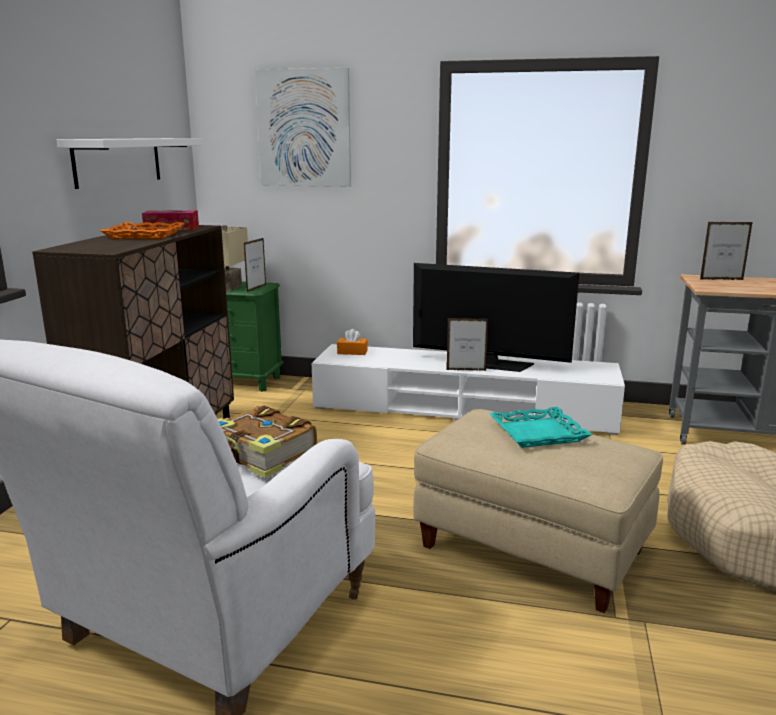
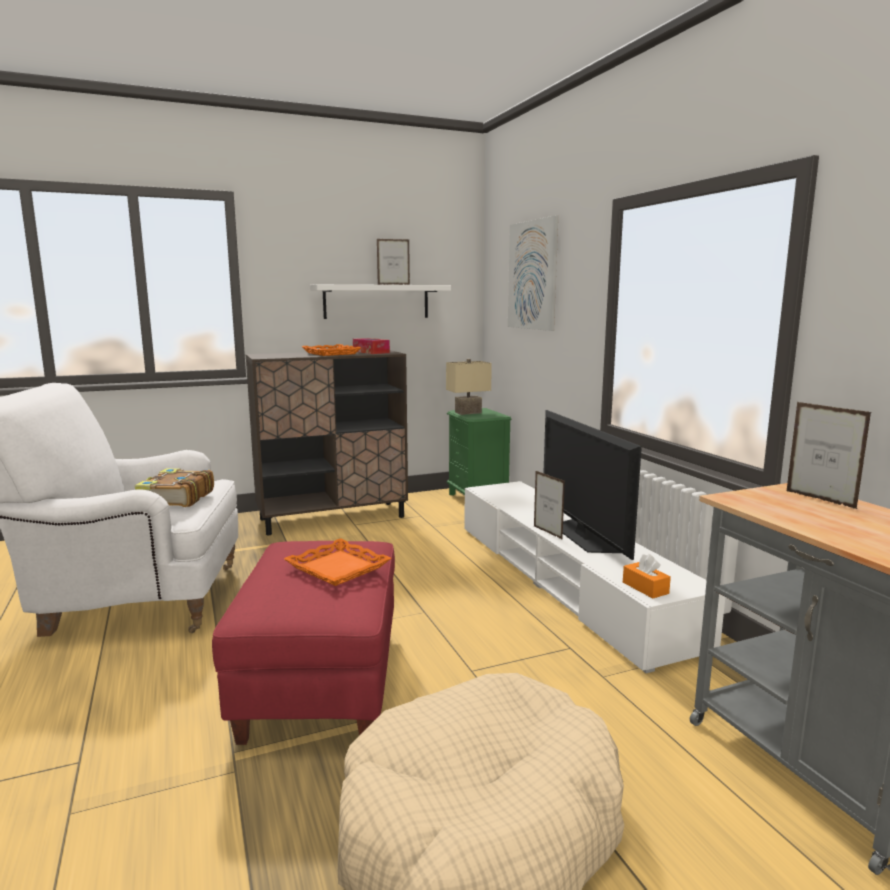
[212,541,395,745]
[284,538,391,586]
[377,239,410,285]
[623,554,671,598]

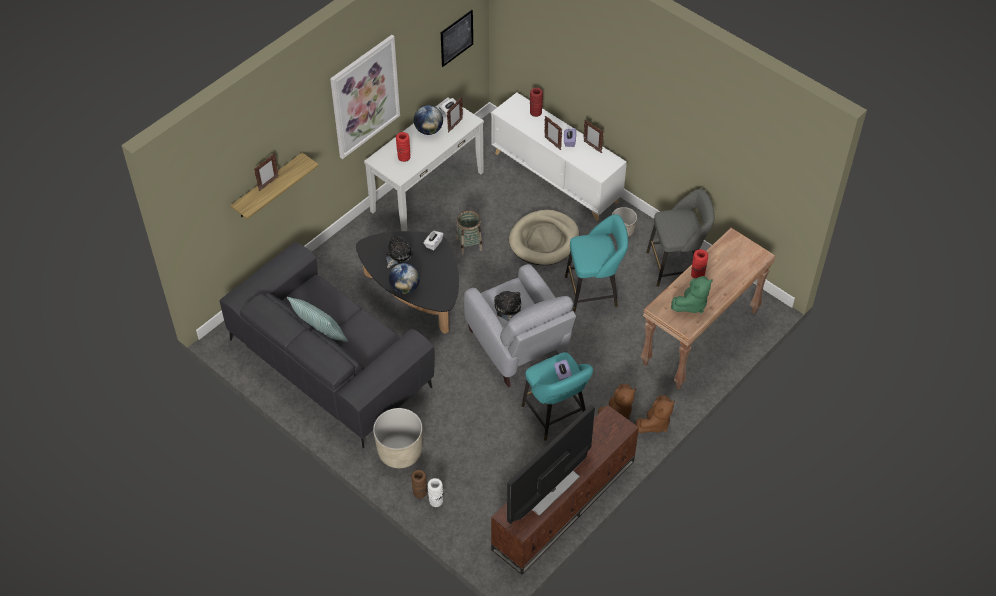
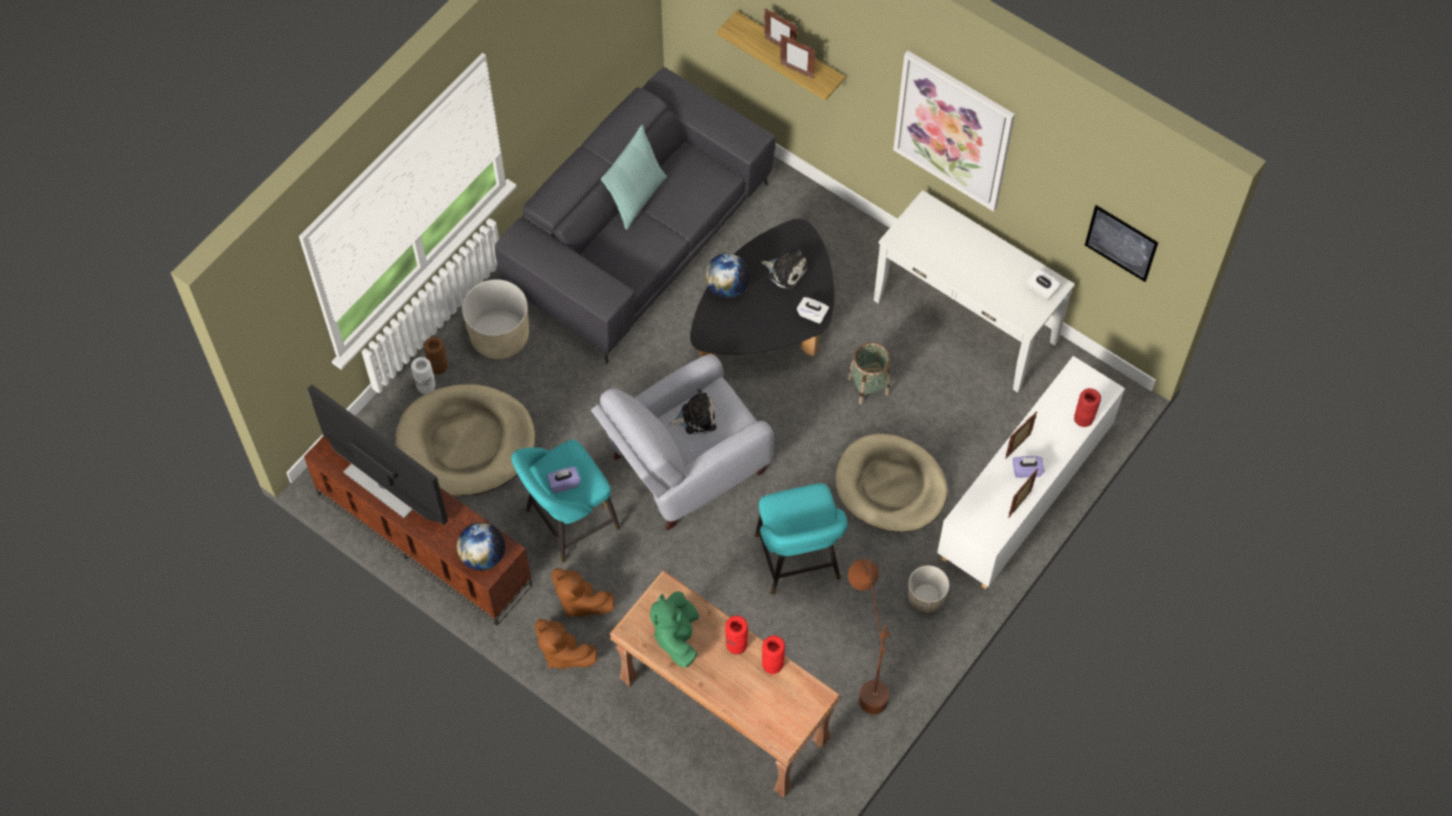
[396,384,536,496]
[457,522,505,571]
[650,591,699,667]
[762,635,785,674]
[780,34,815,79]
[848,559,891,714]

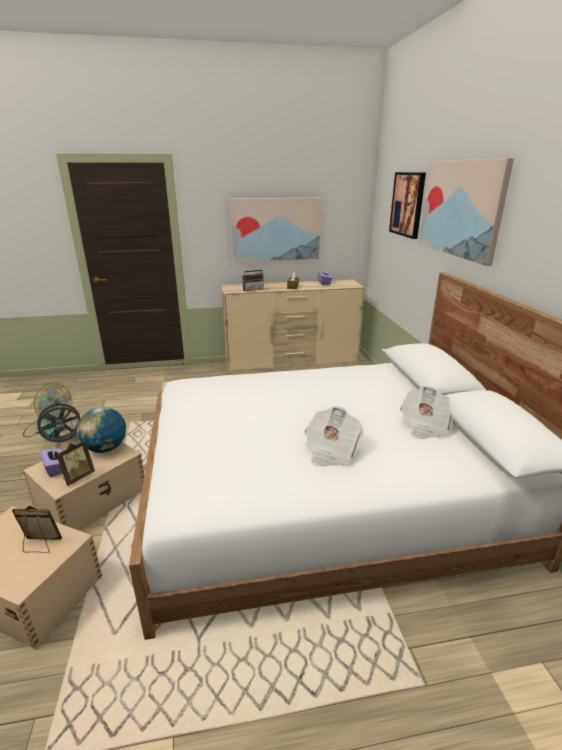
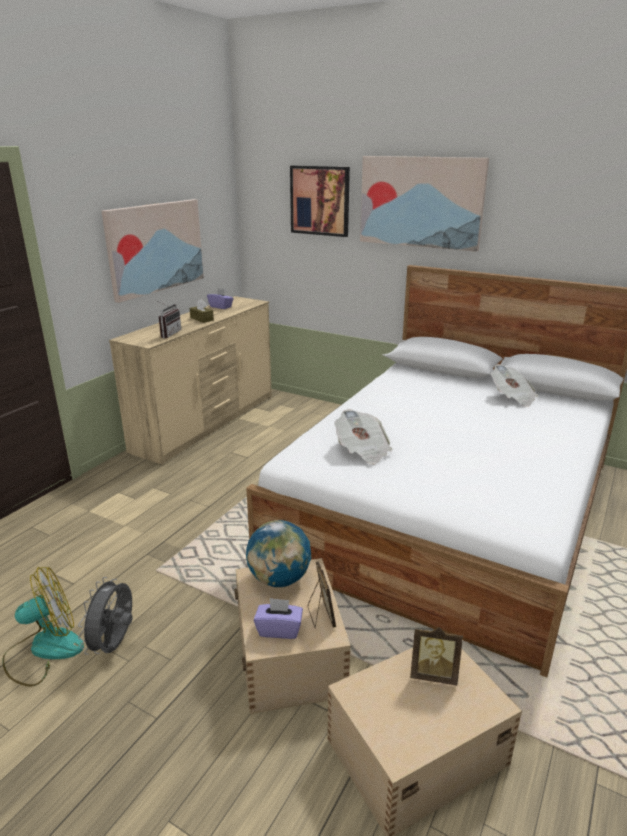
[334,409,393,465]
[410,627,463,685]

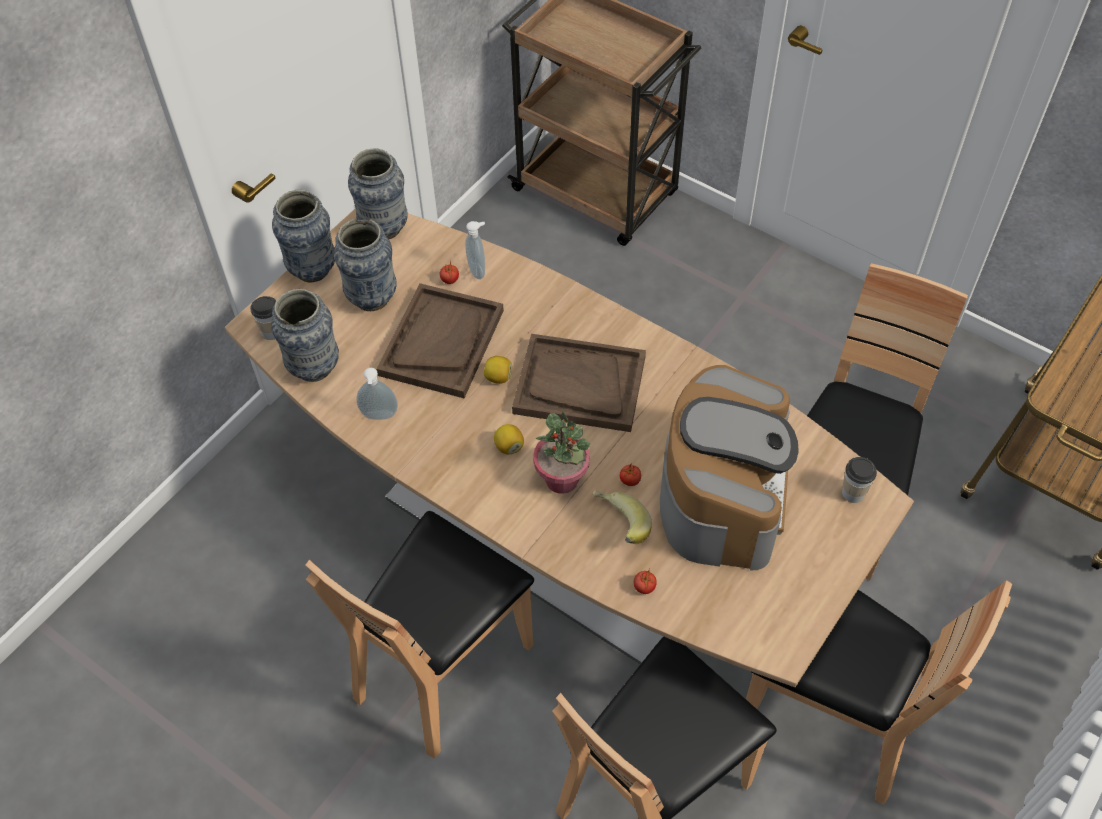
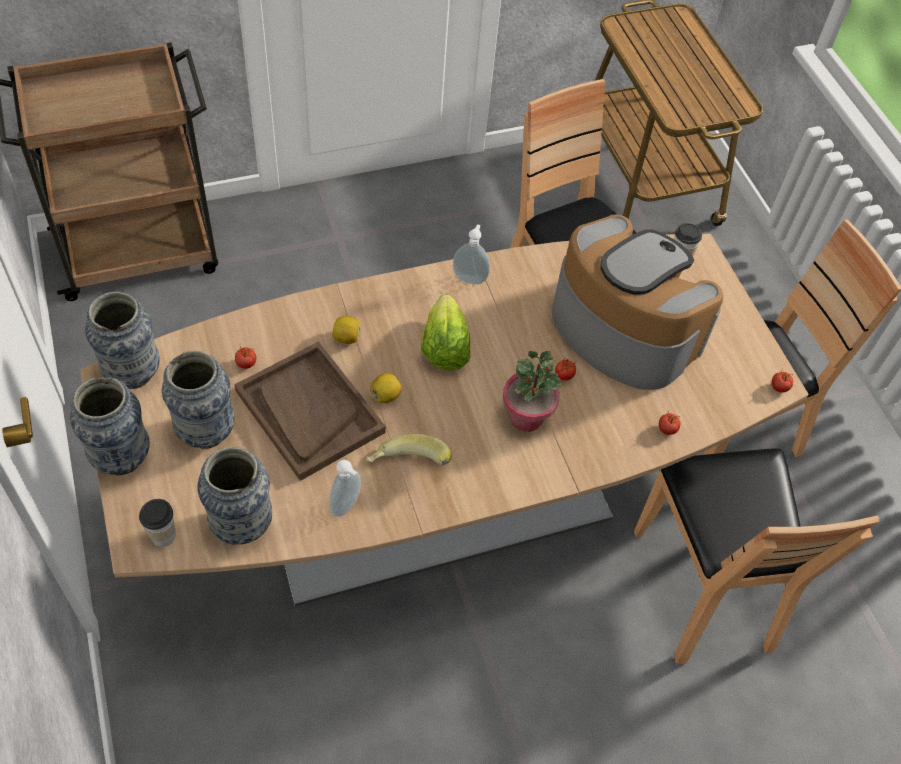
[332,316,361,344]
[366,434,452,466]
[421,295,470,370]
[453,224,490,285]
[772,371,793,393]
[305,511,534,759] (first image)

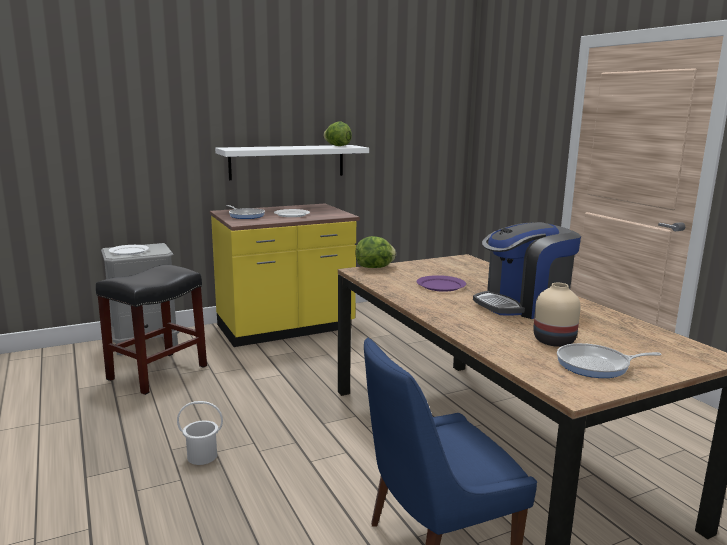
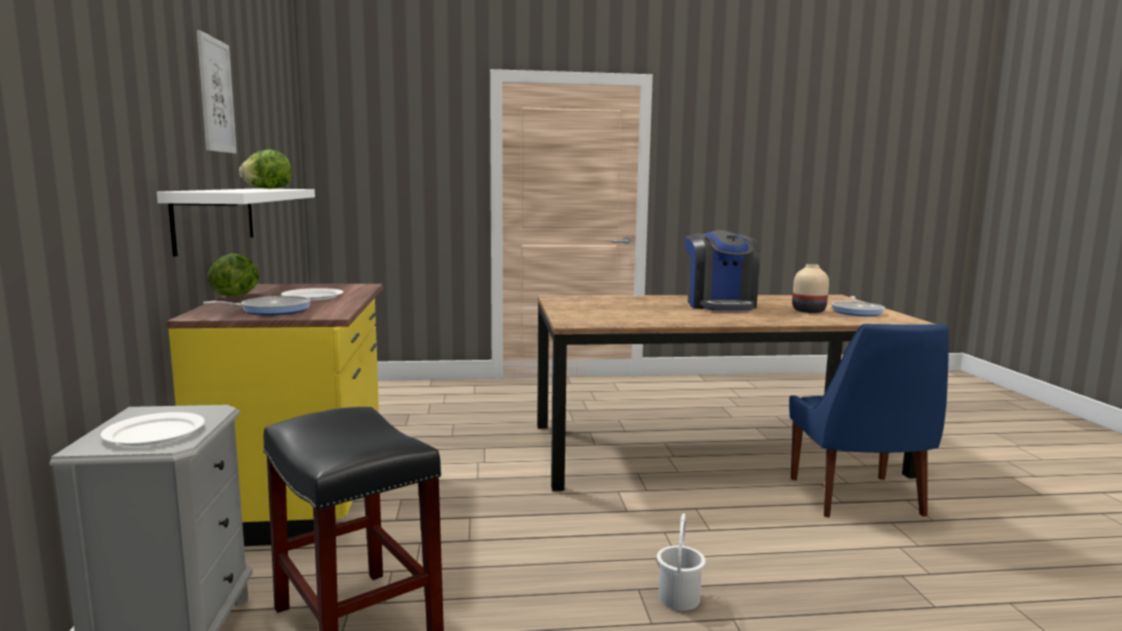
[197,30,237,153]
[207,253,259,297]
[416,275,466,292] (first image)

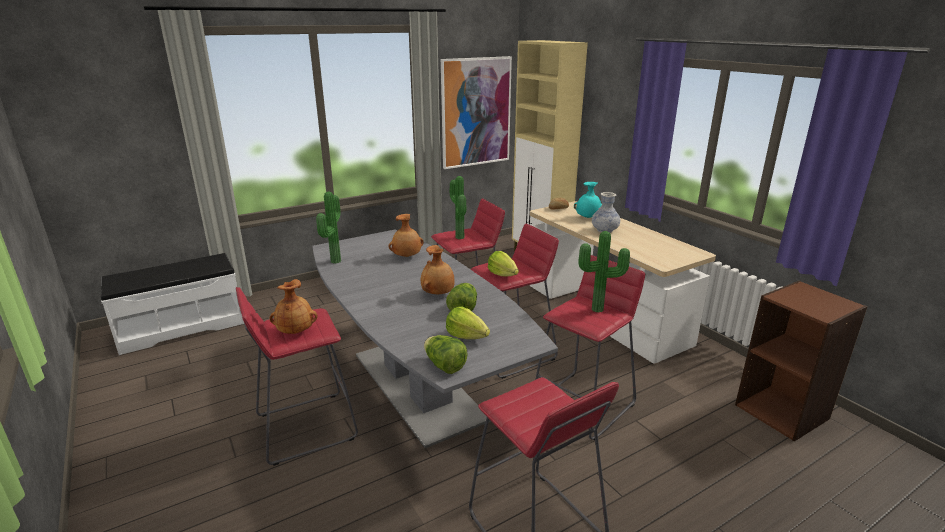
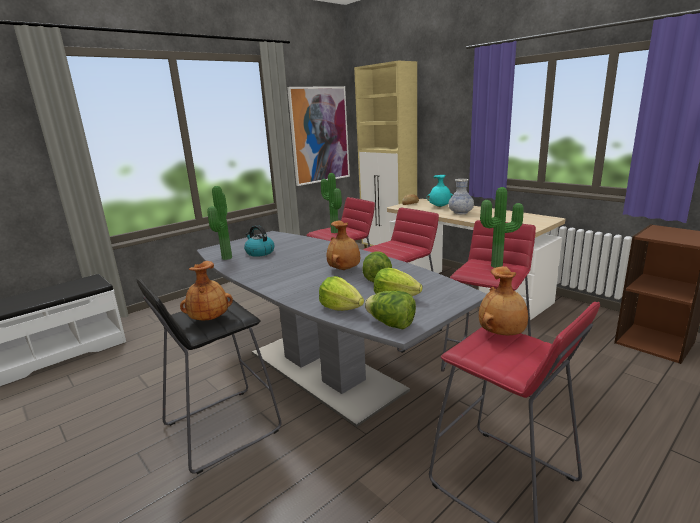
[136,279,281,474]
[244,225,274,257]
[319,276,364,311]
[479,266,528,335]

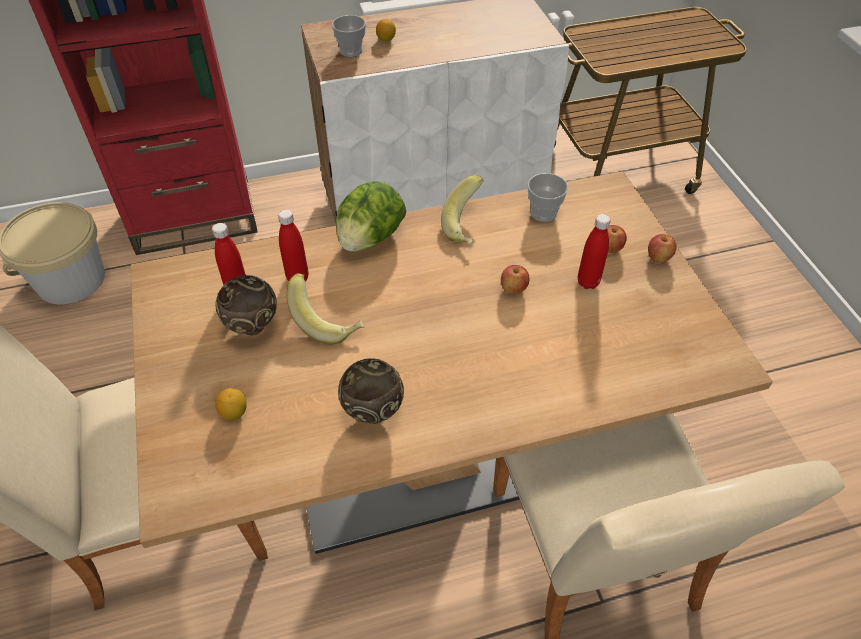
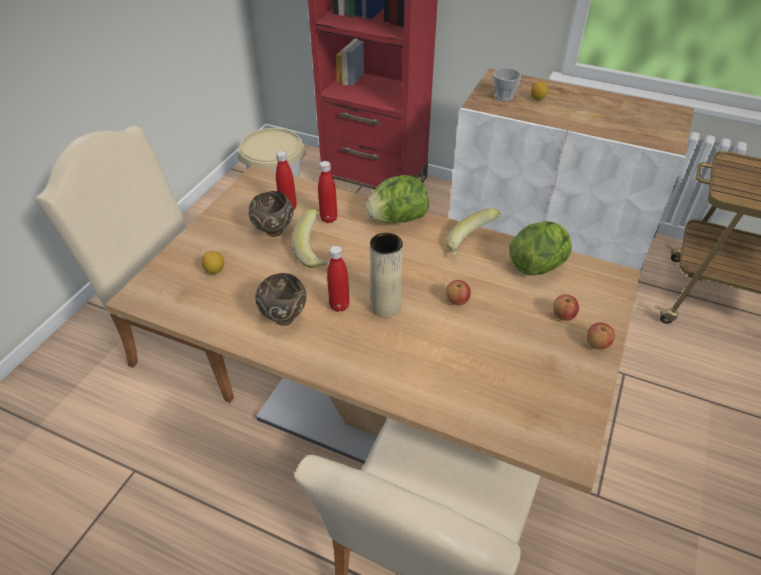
[327,246,349,312]
[370,233,403,317]
[509,221,572,275]

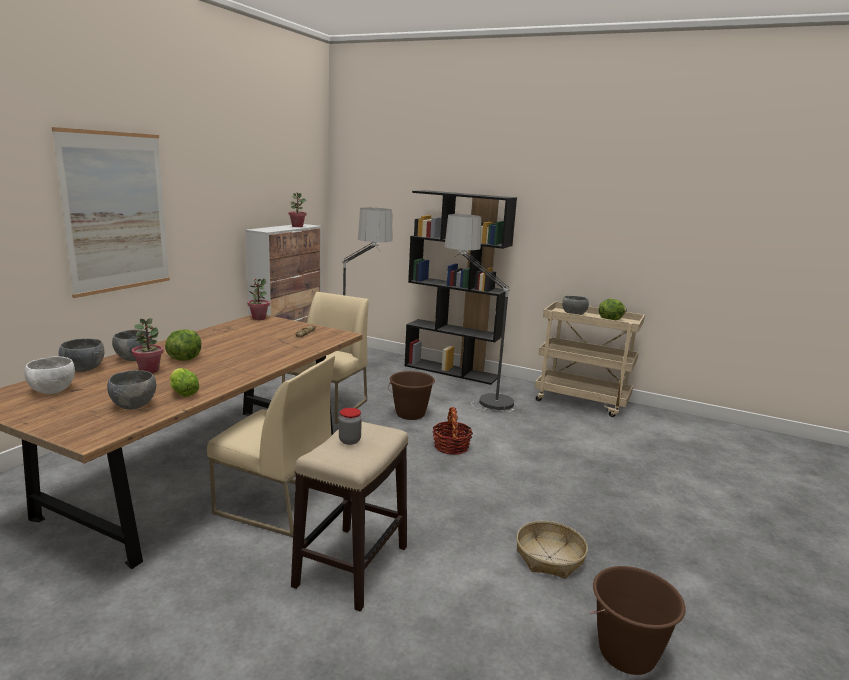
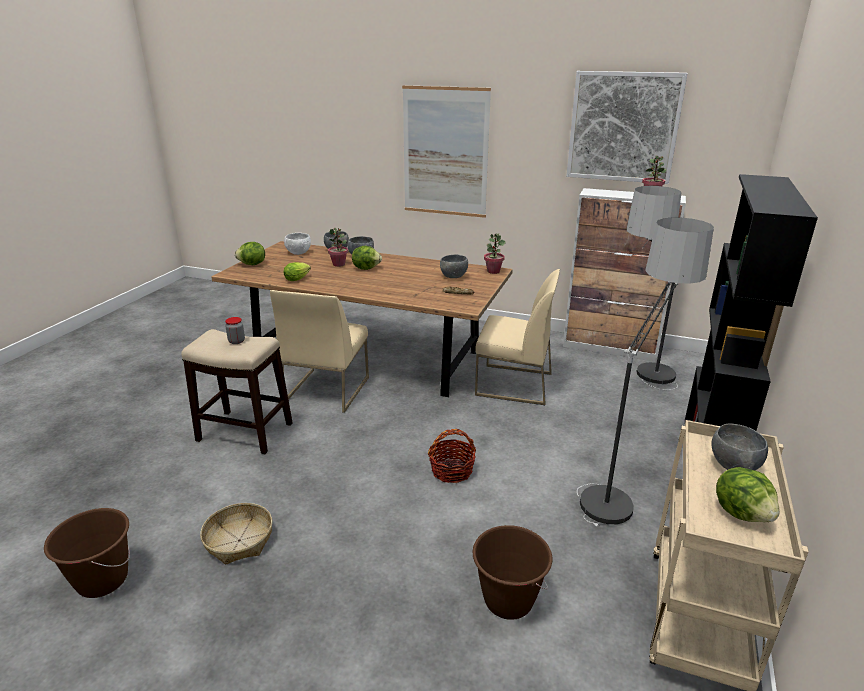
[235,242,265,265]
[440,254,468,278]
[473,525,552,620]
[566,71,688,184]

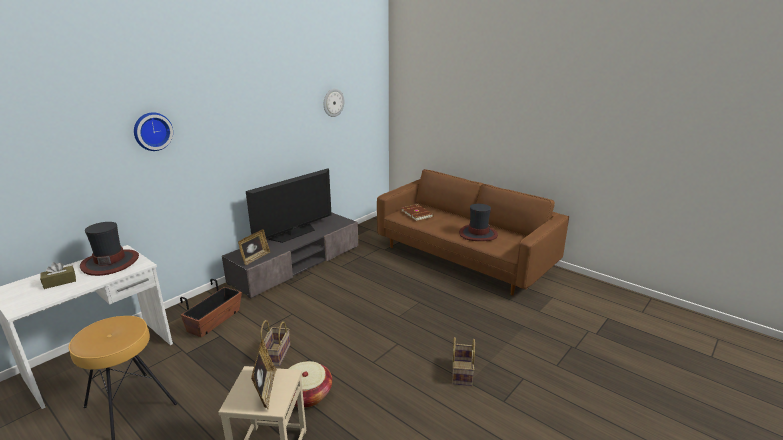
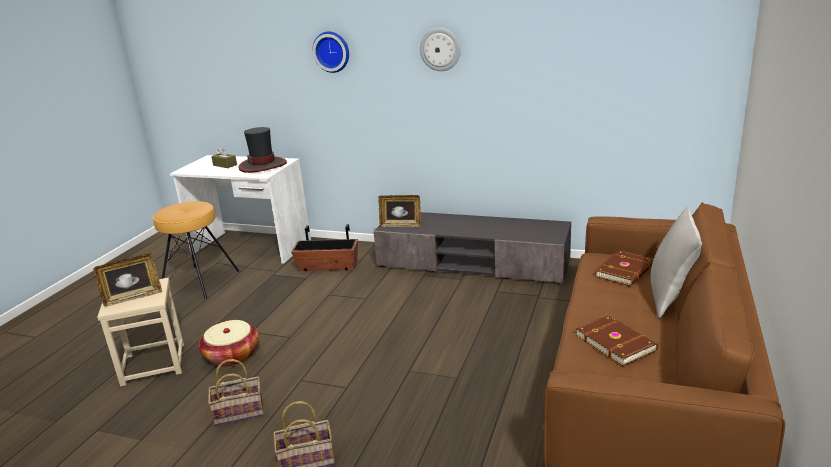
[208,359,264,426]
[420,28,461,71]
[575,315,658,366]
[651,206,702,318]
[246,168,332,243] (first image)

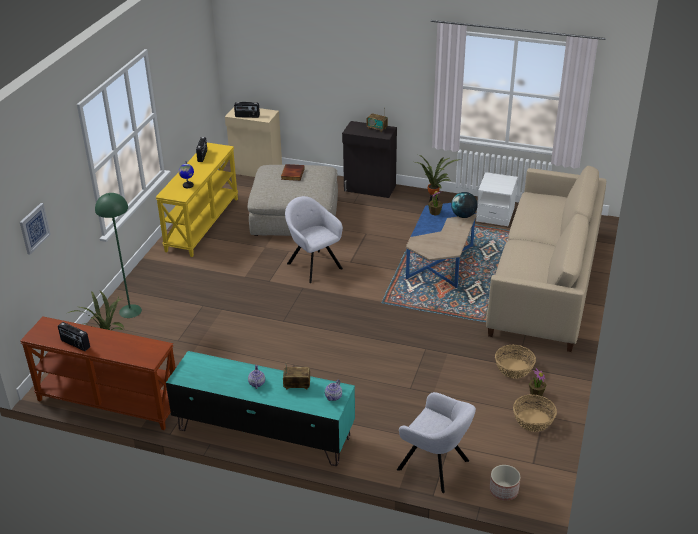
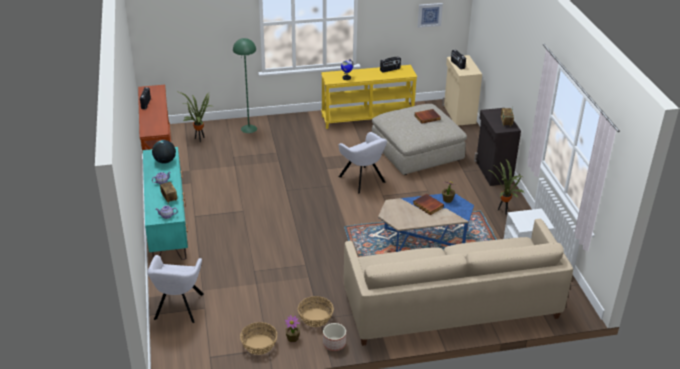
[152,140,176,164]
[323,323,346,351]
[338,132,387,193]
[413,194,444,215]
[418,3,443,28]

